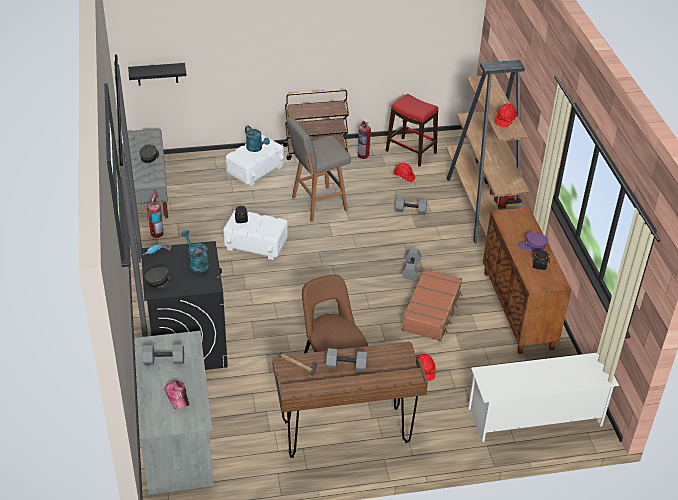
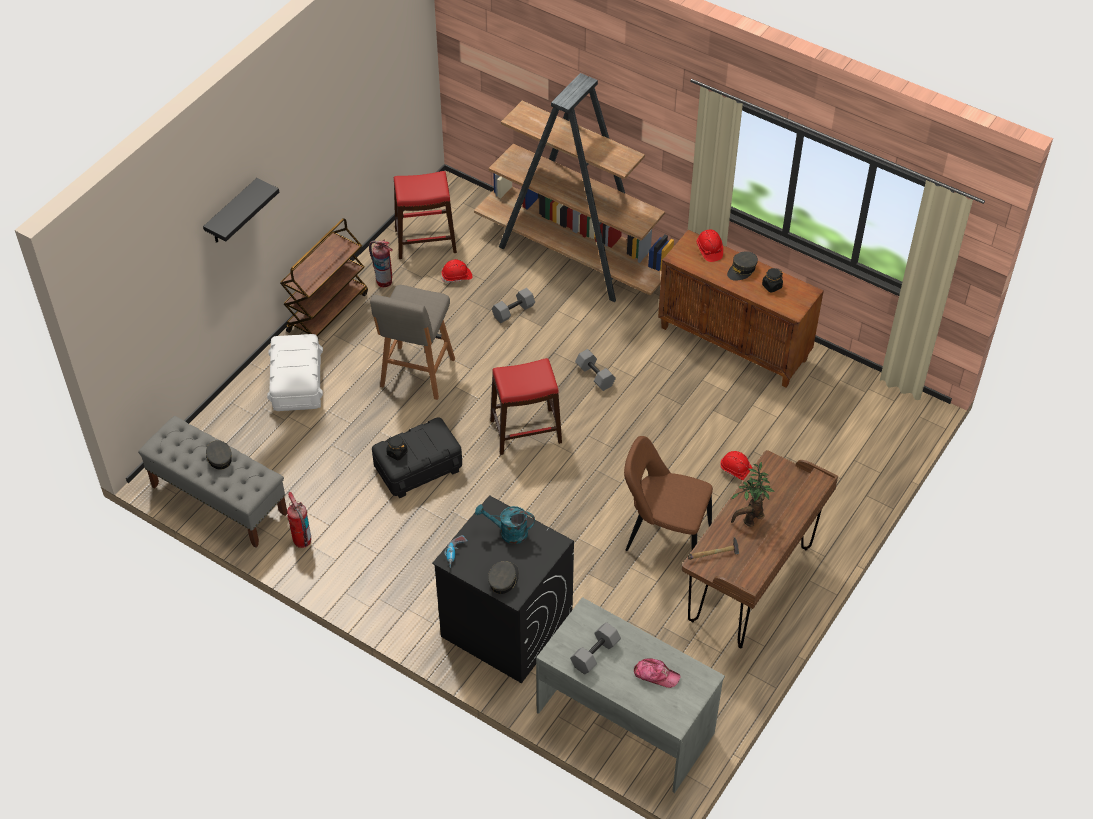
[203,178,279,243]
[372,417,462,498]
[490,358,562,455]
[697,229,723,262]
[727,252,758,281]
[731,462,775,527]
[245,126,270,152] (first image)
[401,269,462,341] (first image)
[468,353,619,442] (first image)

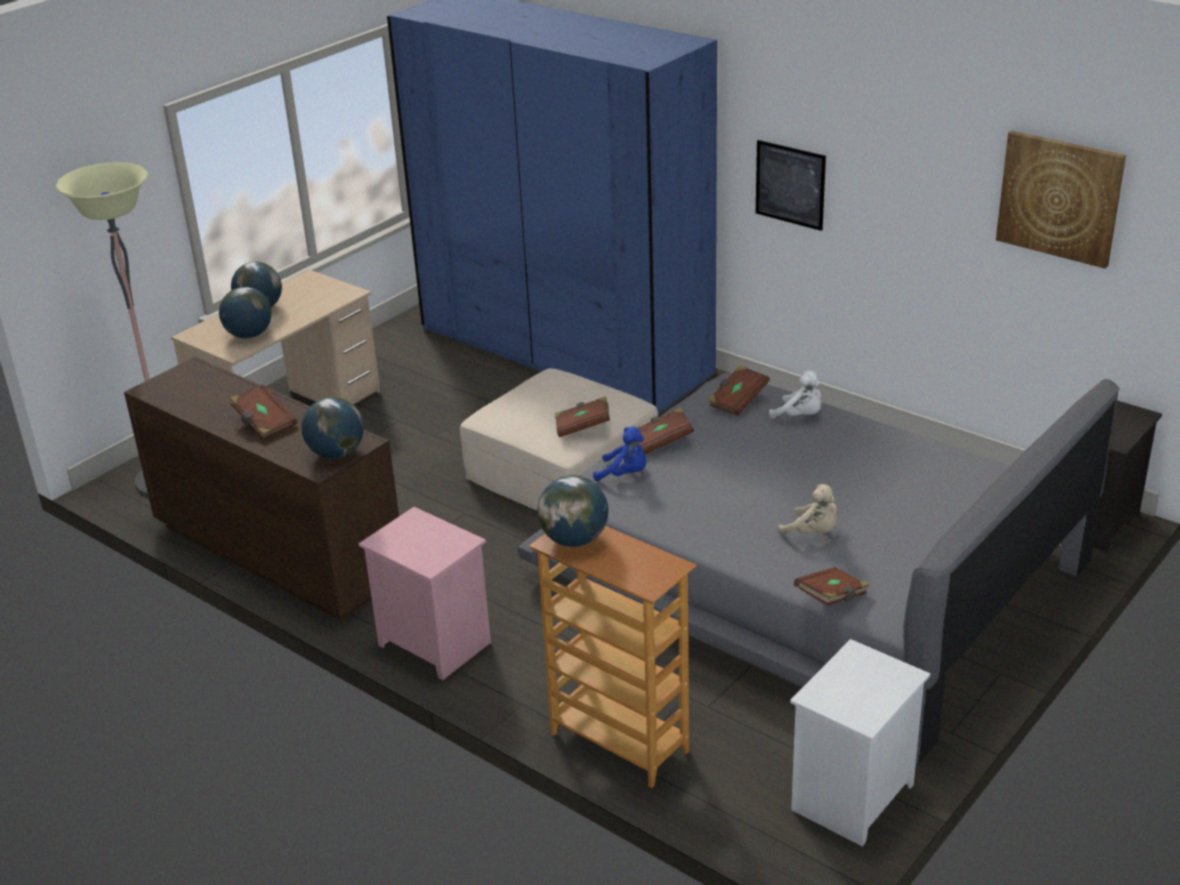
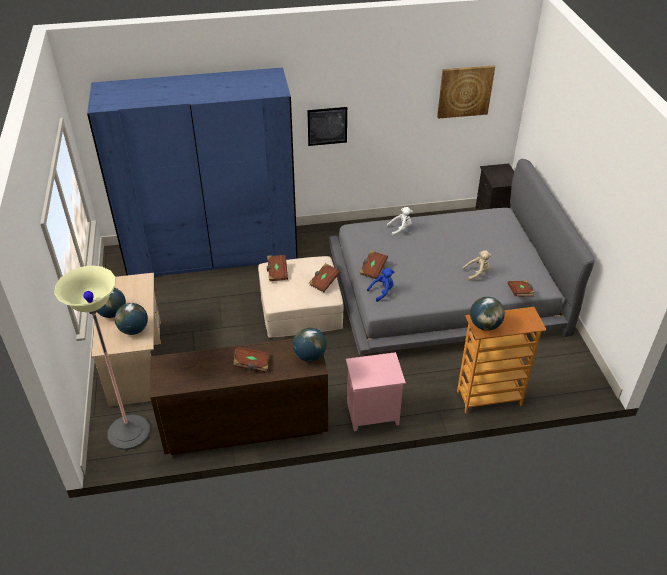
[267,255,288,281]
[790,639,930,846] (first image)

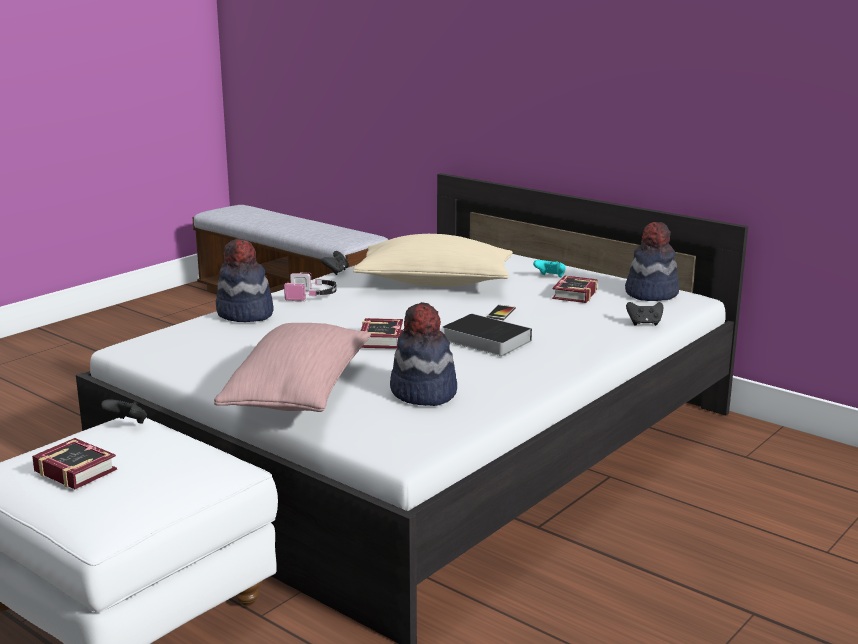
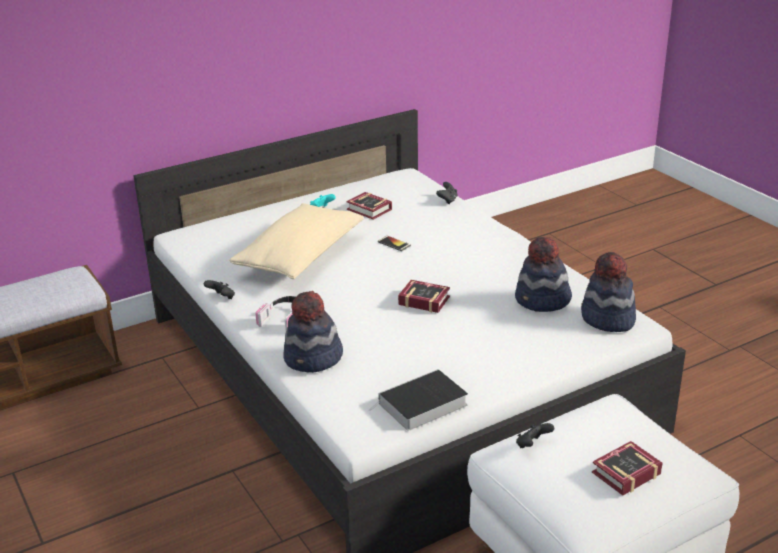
[369,369,468,431]
[581,252,636,332]
[214,323,371,412] (first image)

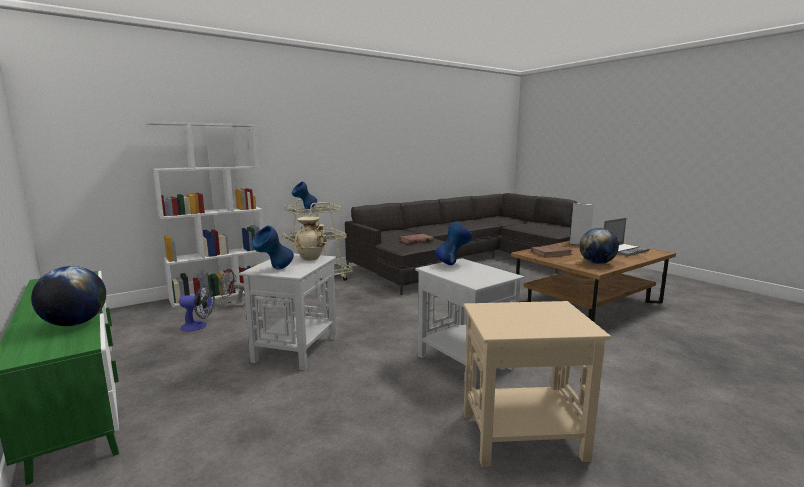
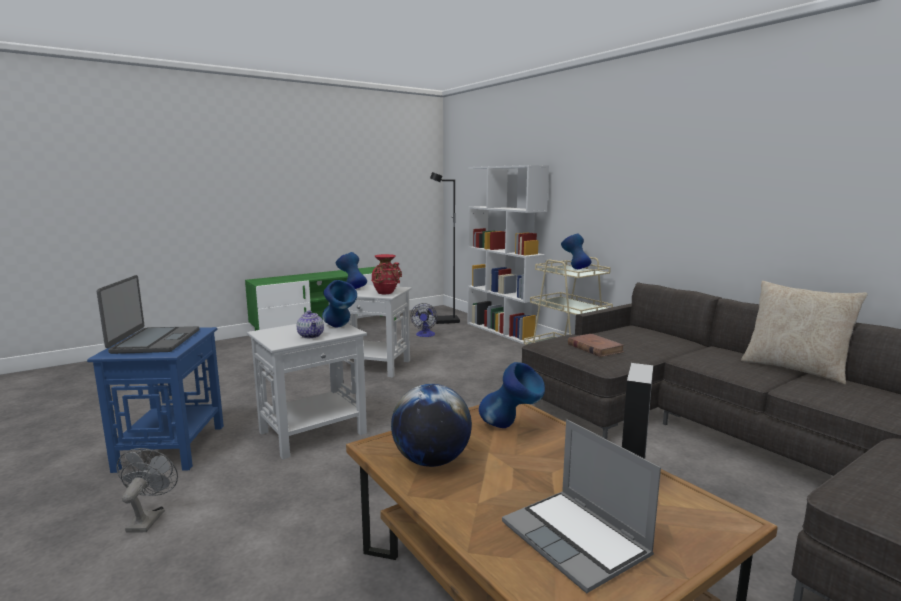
[87,327,224,473]
[97,275,199,354]
[116,448,178,533]
[297,311,324,338]
[371,254,402,294]
[430,172,460,324]
[479,362,545,428]
[741,281,868,385]
[31,266,106,326] (first image)

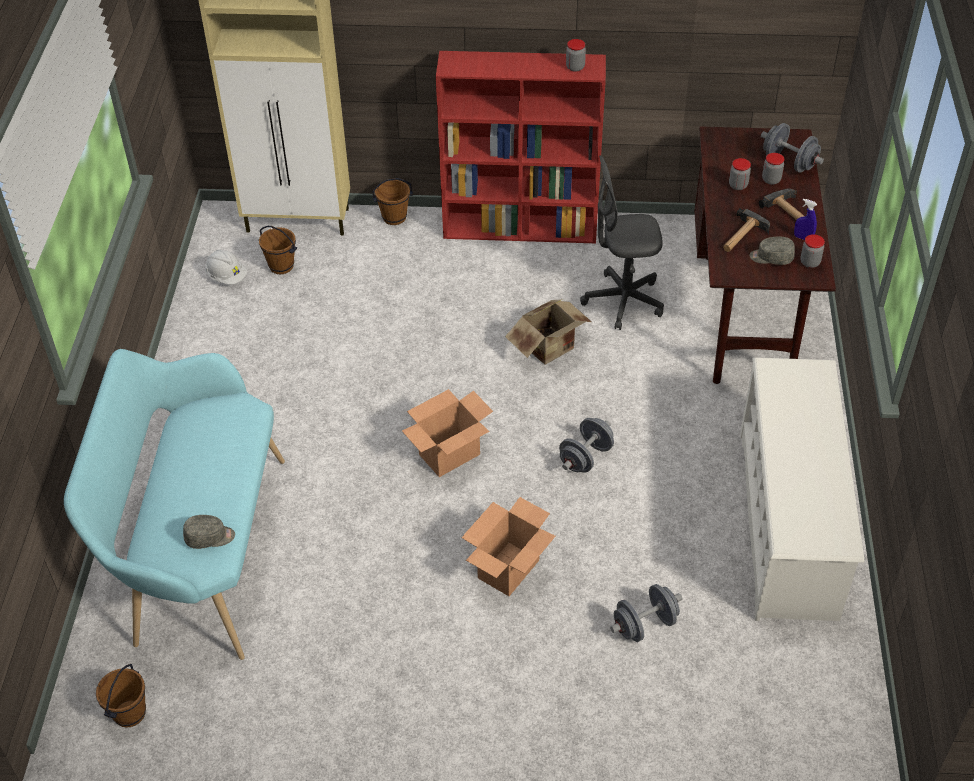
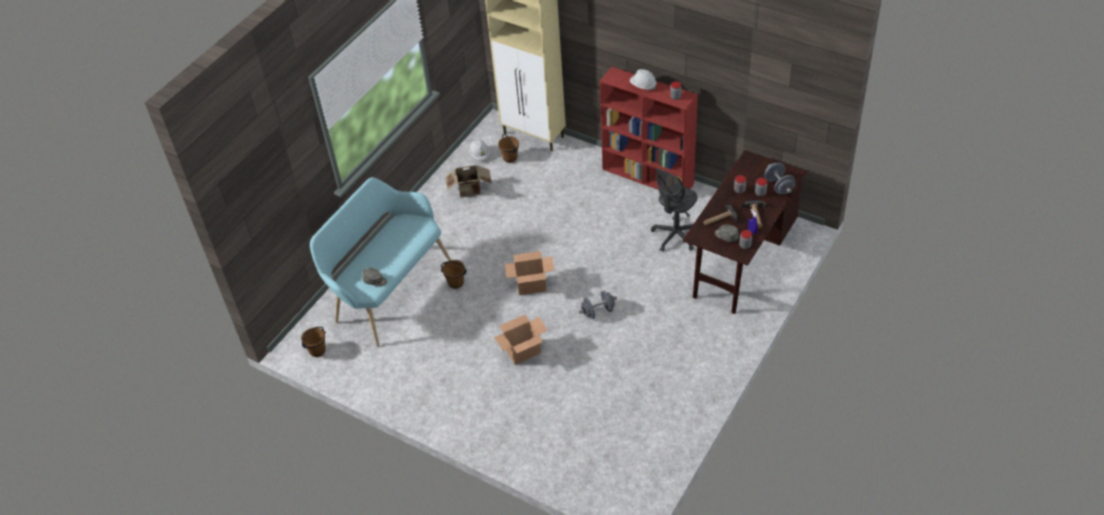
[441,260,467,289]
[445,165,492,198]
[630,69,657,91]
[651,168,697,252]
[610,584,682,642] (first image)
[740,357,864,621] (first image)

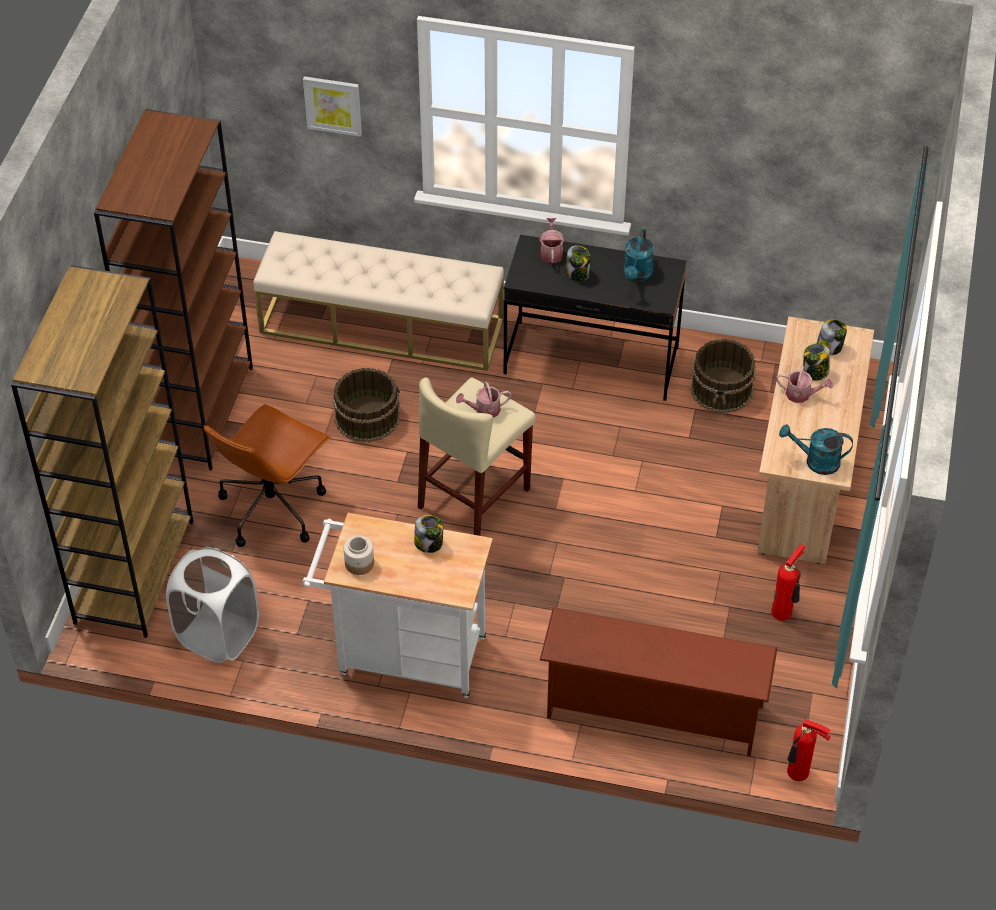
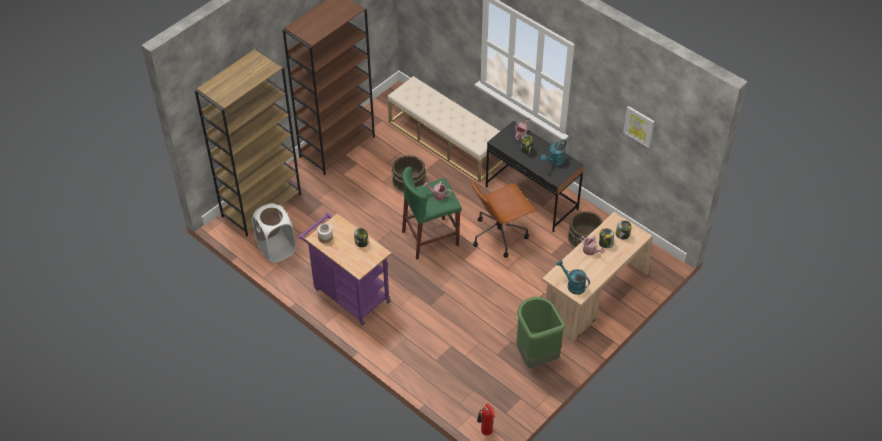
[298,213,391,326]
[402,167,462,259]
[471,181,536,258]
[517,297,565,368]
[623,106,655,148]
[540,607,778,756] (first image)

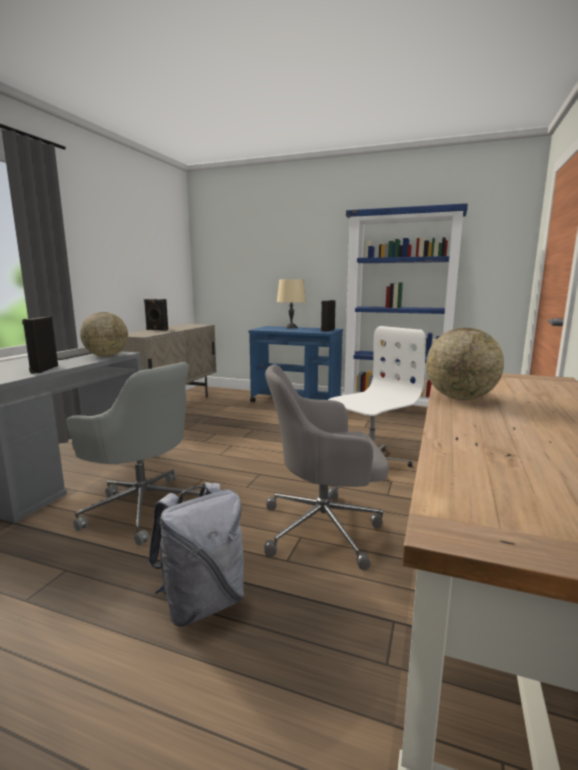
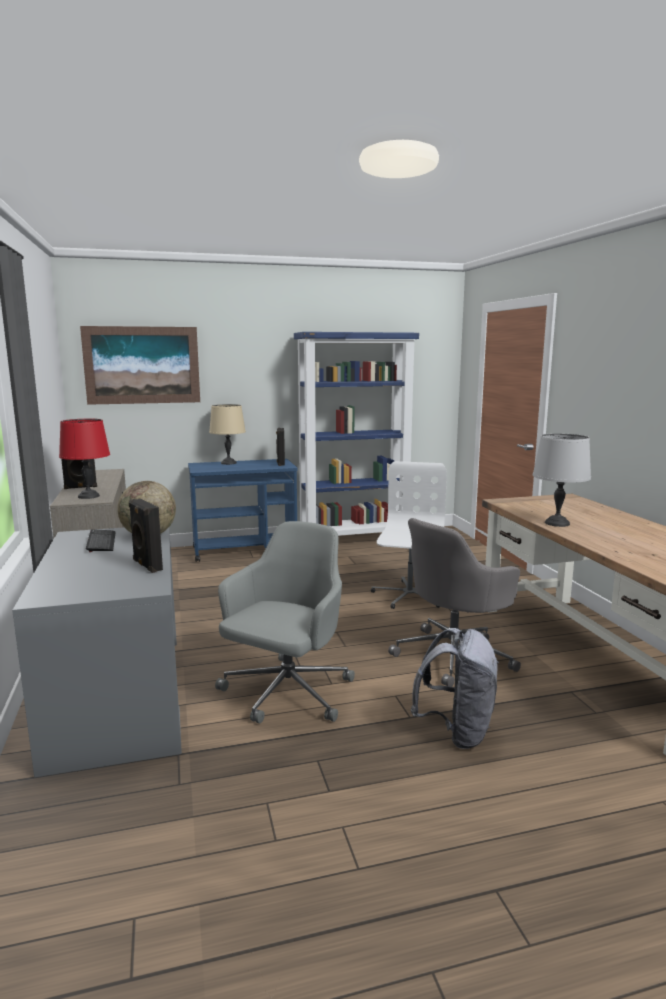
[59,419,110,499]
[80,326,200,405]
[215,521,355,723]
[533,433,591,527]

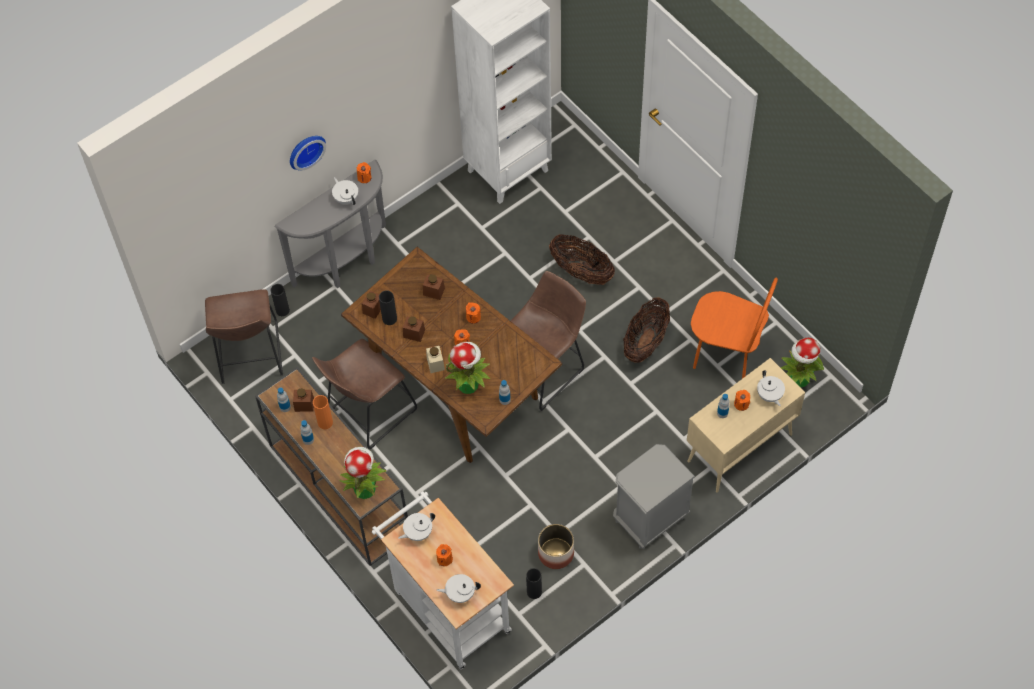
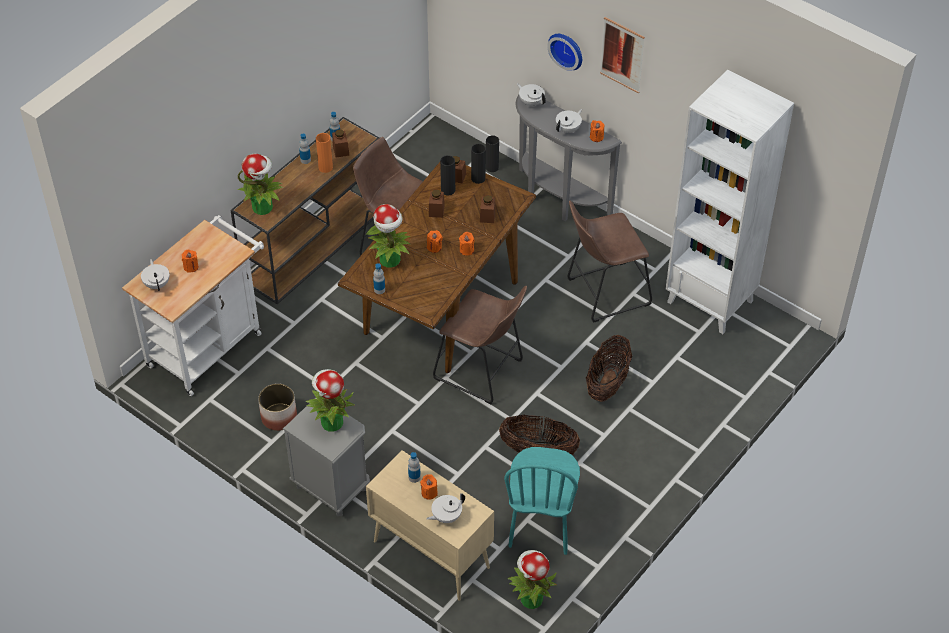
[306,369,354,432]
[471,144,486,184]
[504,447,580,555]
[517,83,546,106]
[568,200,652,323]
[600,17,645,94]
[426,346,445,373] (first image)

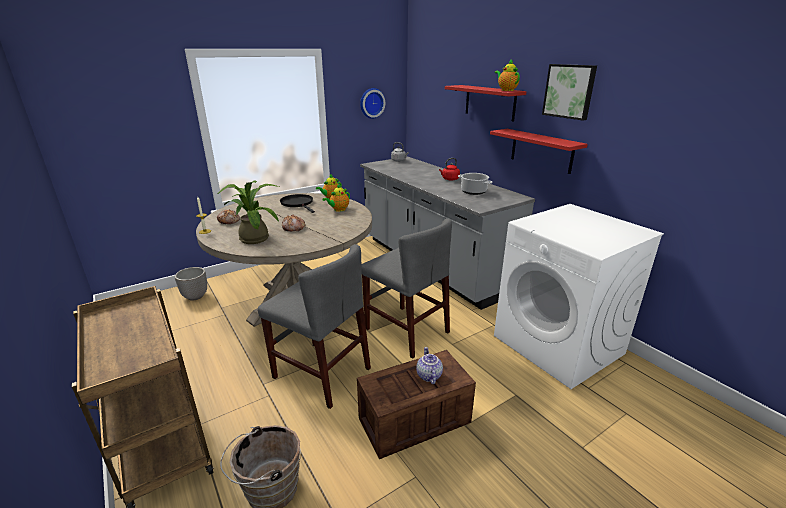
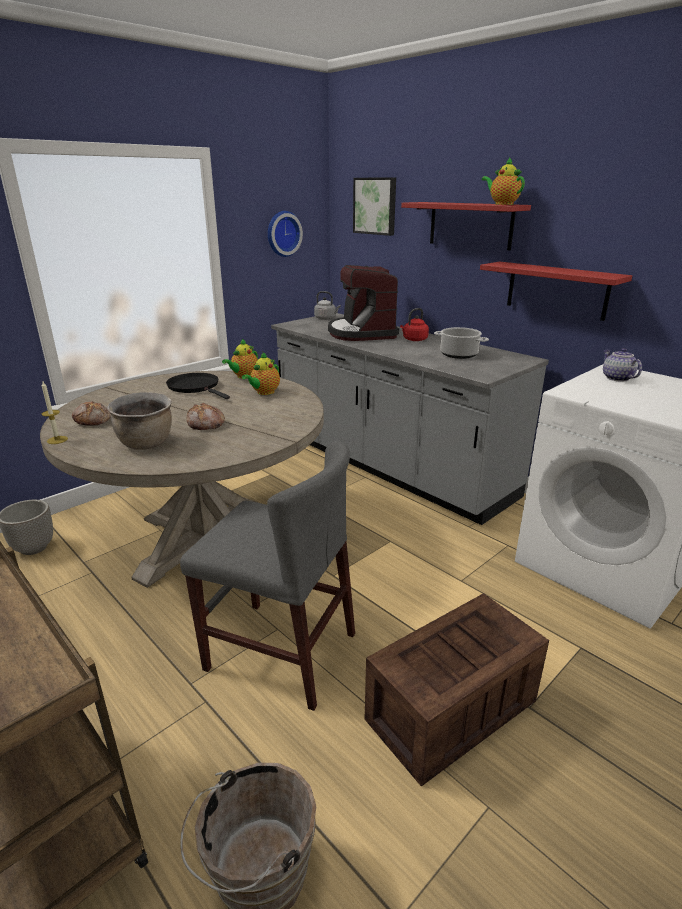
[107,392,172,450]
[328,265,399,341]
[353,177,396,236]
[603,348,642,382]
[361,219,452,359] (first image)

